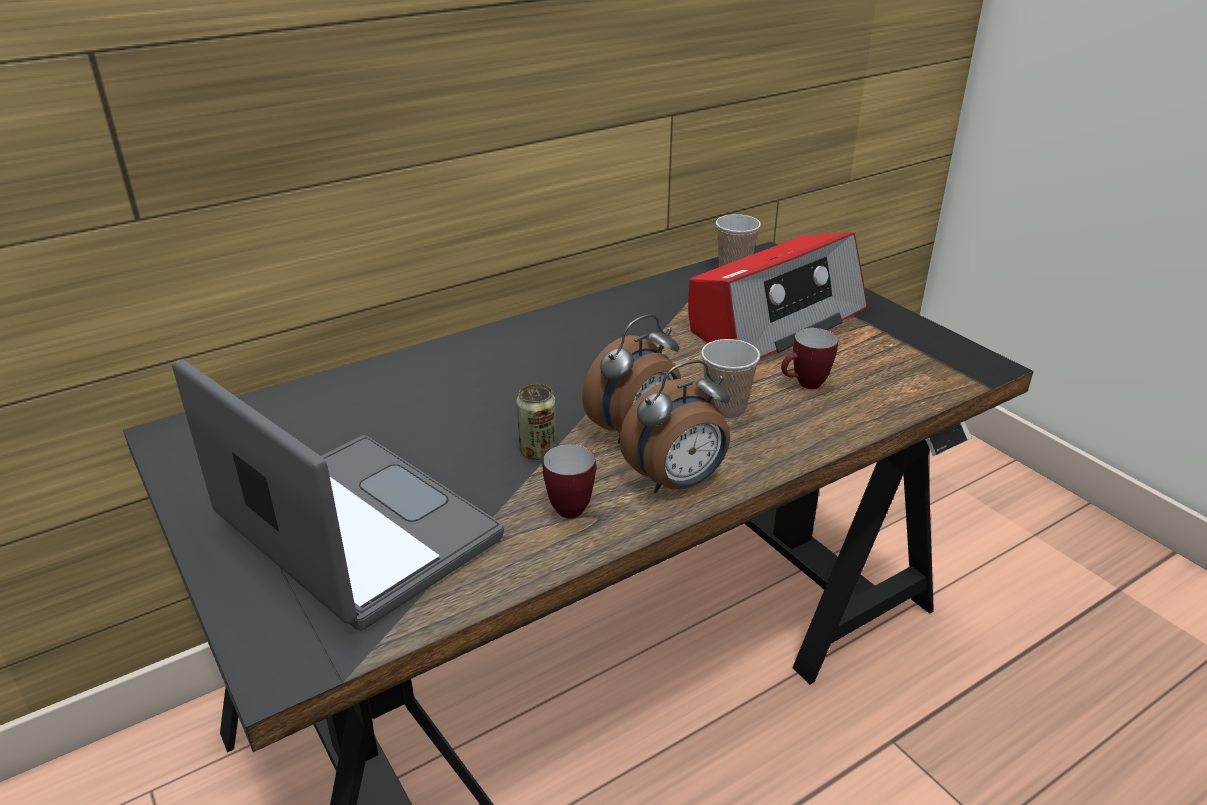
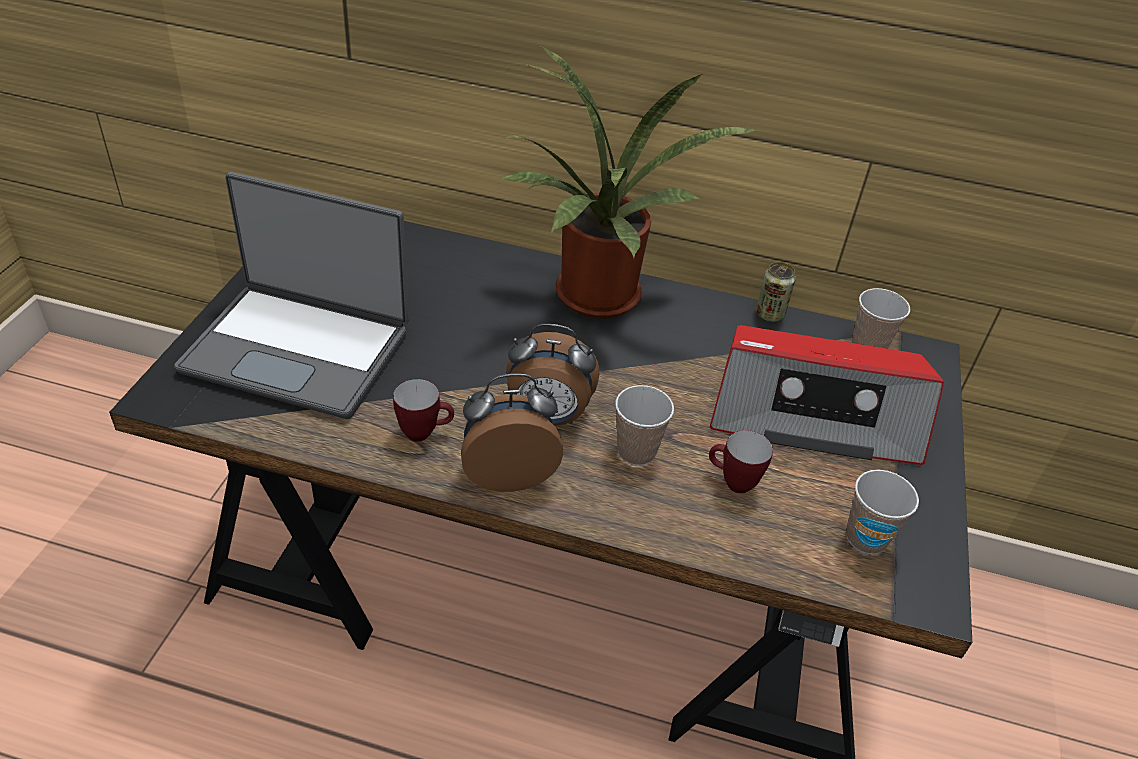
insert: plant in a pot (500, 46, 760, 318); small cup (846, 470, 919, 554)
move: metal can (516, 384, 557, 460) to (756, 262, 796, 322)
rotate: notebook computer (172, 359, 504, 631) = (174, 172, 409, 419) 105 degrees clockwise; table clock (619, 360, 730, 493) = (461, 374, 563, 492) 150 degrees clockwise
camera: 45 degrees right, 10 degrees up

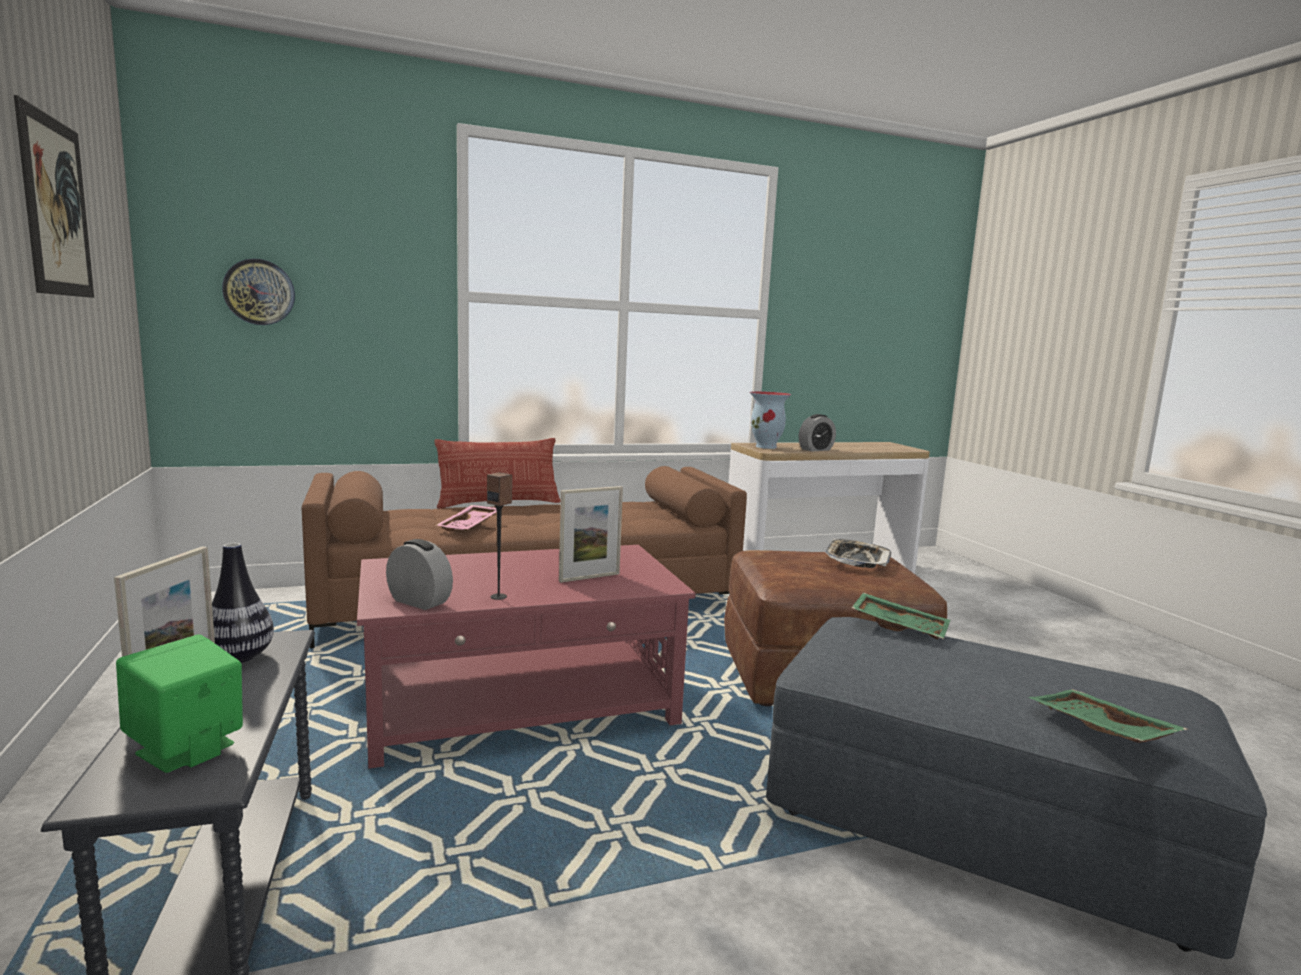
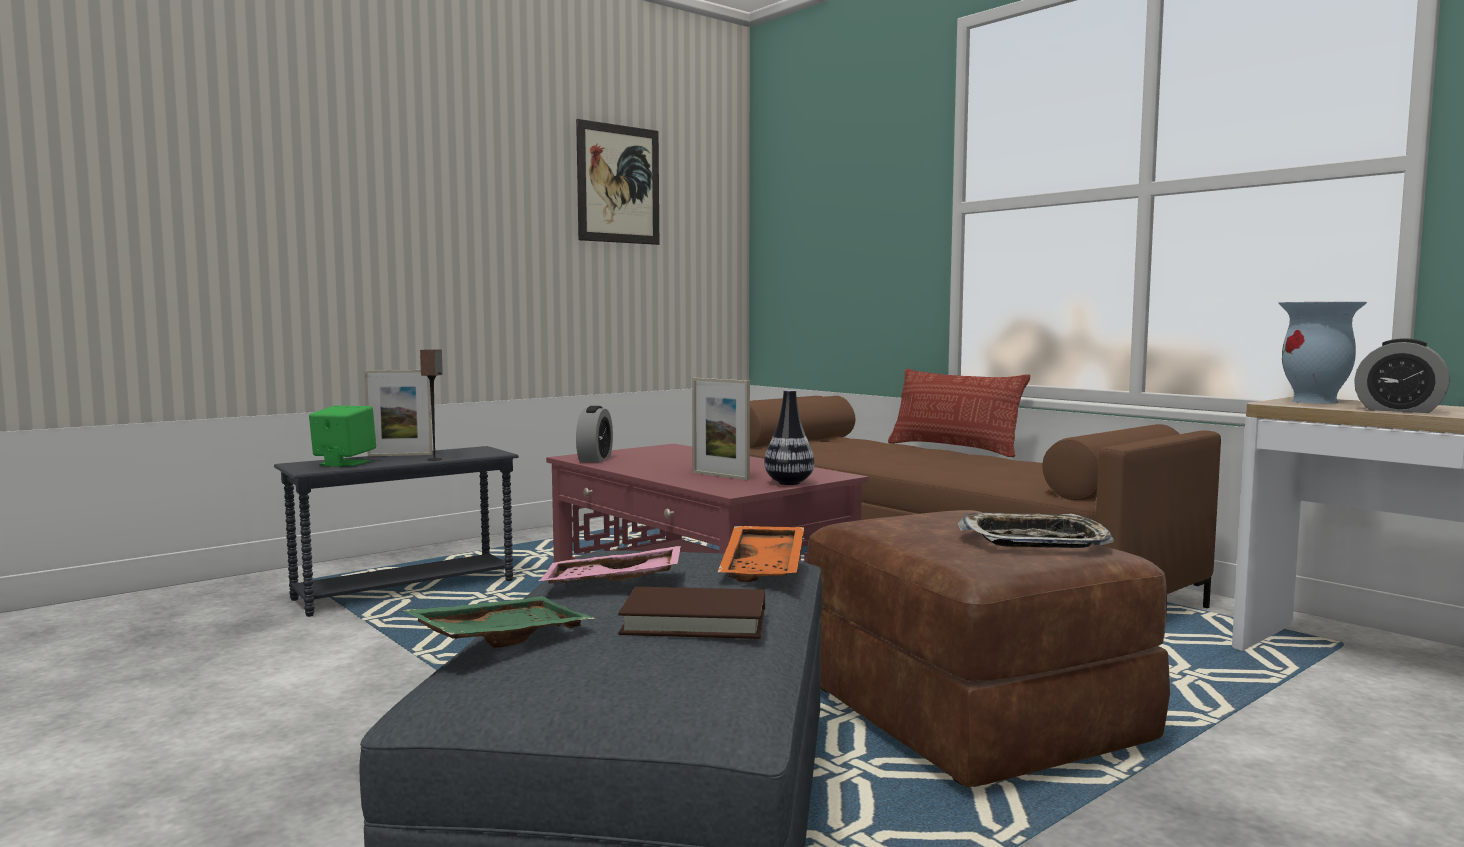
delete: hanging clock (222, 258, 295, 325)
insert: volume in brown (618, 587, 765, 639)
move: audio speaker (487, 472, 512, 600) to (420, 349, 443, 461); serving tray in pink (437, 505, 497, 532) to (539, 546, 681, 584); vase (212, 543, 274, 663) to (764, 390, 815, 485)
recolor: serving tray in greenish (852, 593, 950, 640) to serving tray in orange (718, 526, 804, 582)
camera: 70 degrees right, 5 degrees down

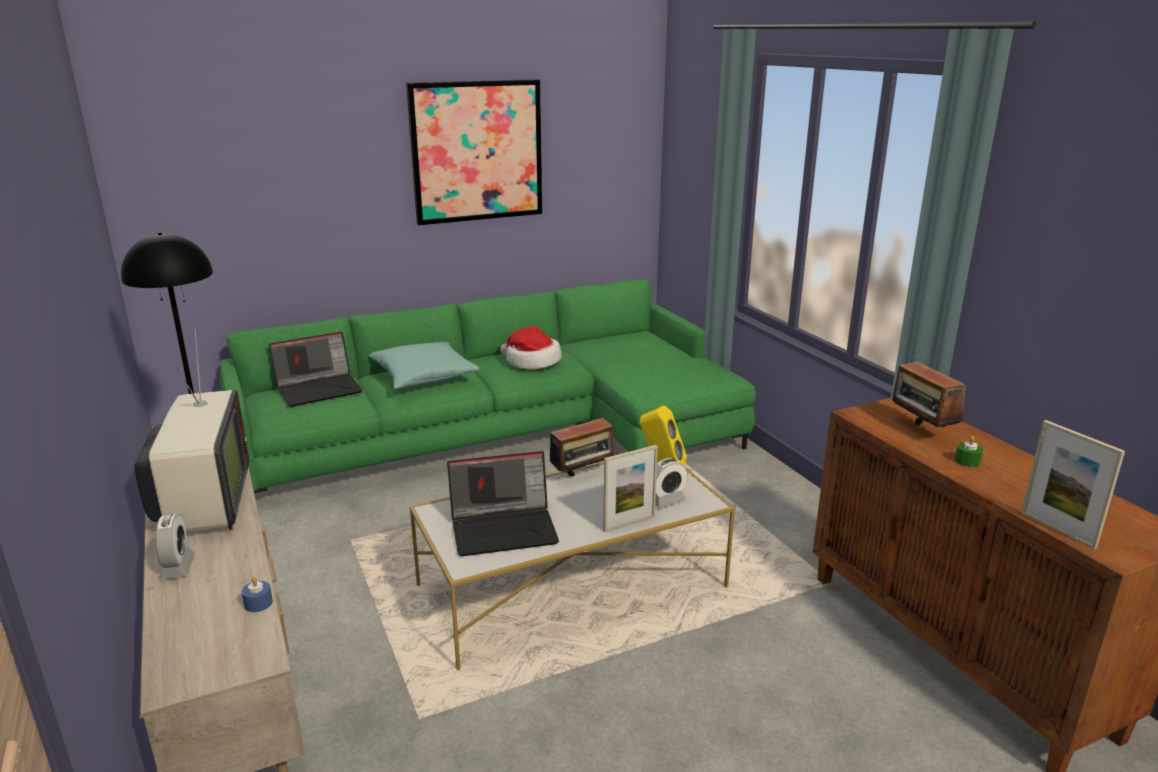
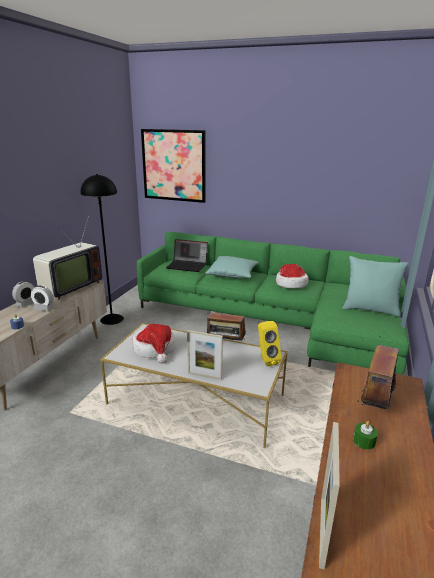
insert: throw pillow in blue-green (342, 256, 409, 317)
move: table clock (655, 458, 688, 508) to (31, 285, 54, 311); wall picture (406, 79, 542, 225) to (141, 129, 206, 203)
replace: notebook computer (447, 451, 559, 556) to clothing hat (132, 324, 176, 364)
camera: 45 degrees right, 0 degrees up

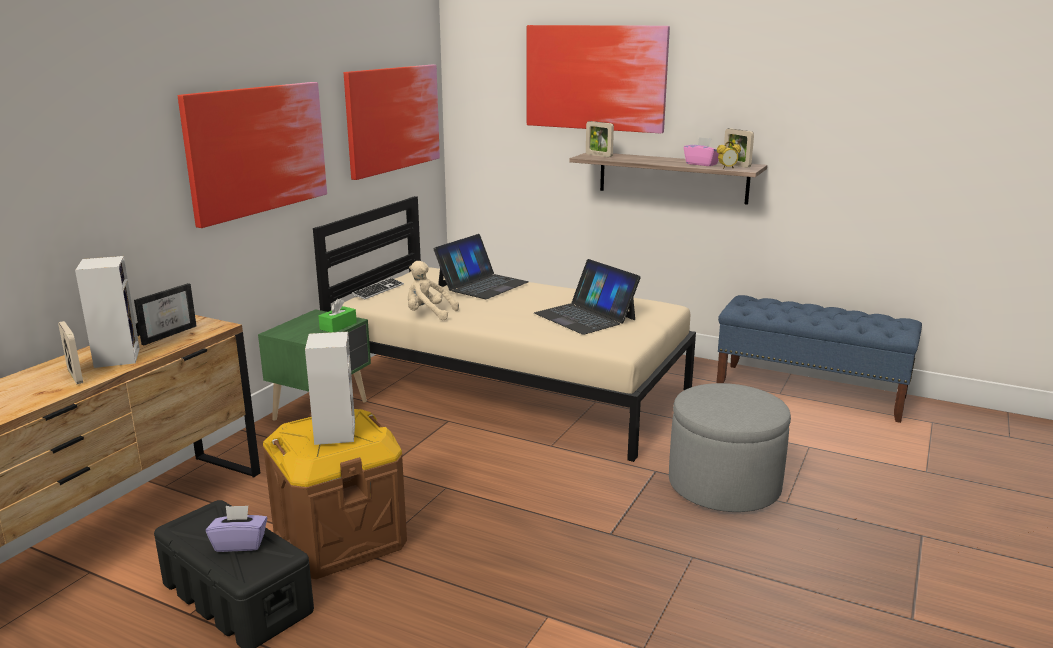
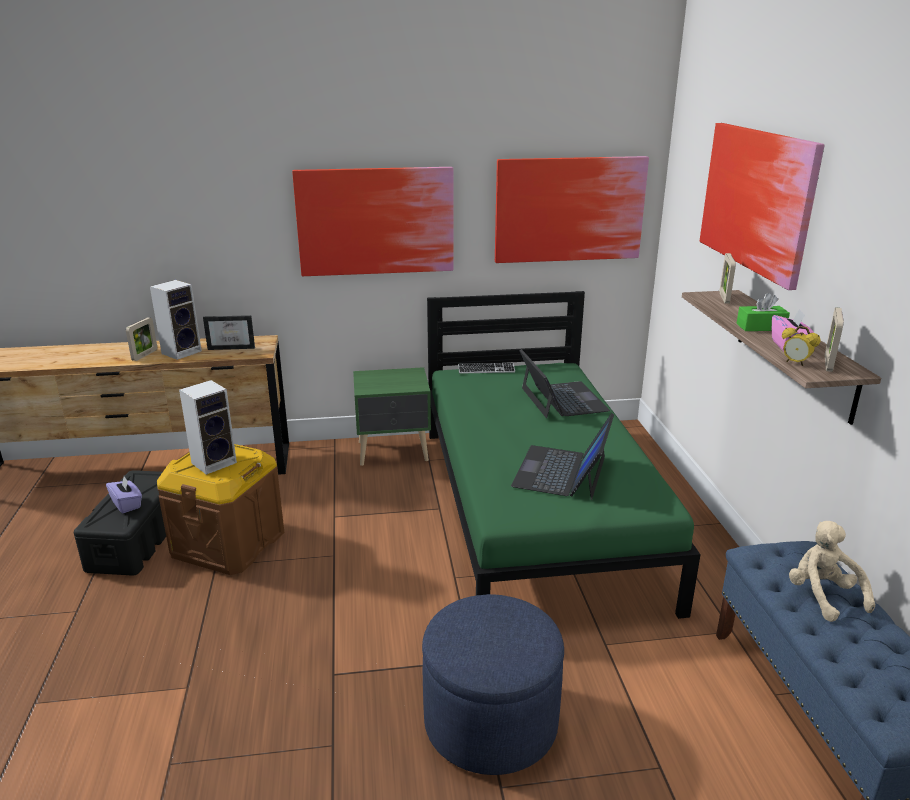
move: tissue box in greenish (319, 299, 357, 332) to (736, 293, 790, 331); plush toy in sand-coloured (408, 261, 459, 320) to (789, 521, 875, 622)
recolor: ottoman in greyish (669, 383, 791, 512) to ottoman in blue-coloured (422, 594, 564, 775); sleeping bed in sand-coloured (313, 196, 696, 462) to sleeping bed in greenish (427, 291, 701, 619)
rotate: notebook computer (434, 234, 529, 299) = (519, 349, 610, 418) 105 degrees counterclockwise
camera: 55 degrees right, 5 degrees up

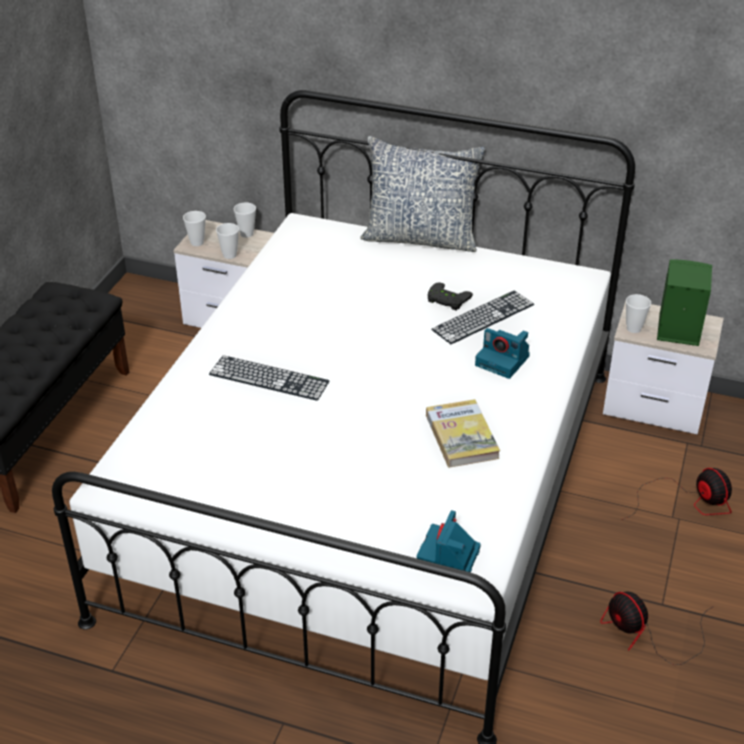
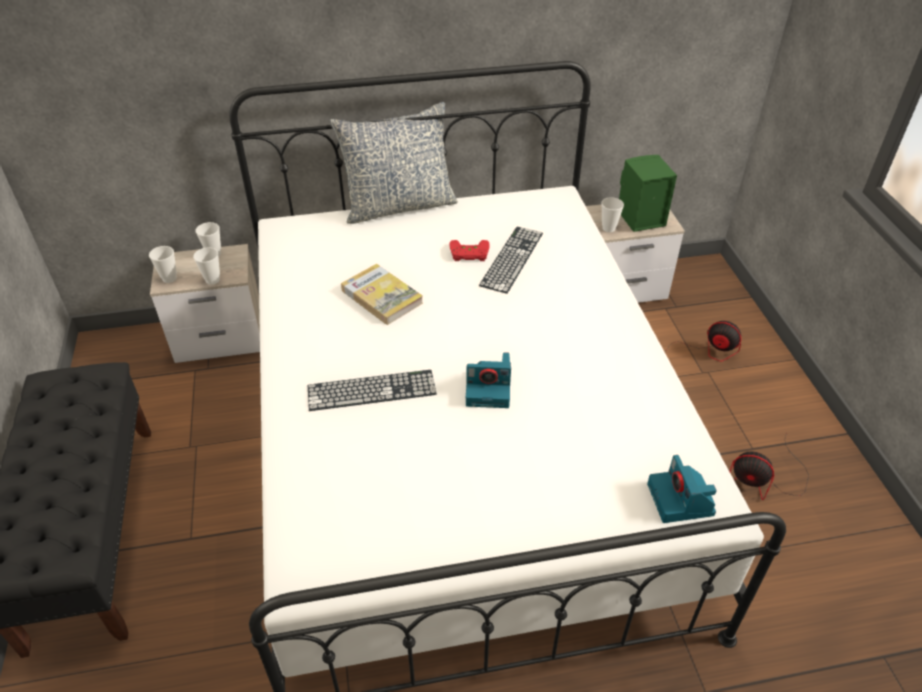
move: volume (426, 399, 500, 468) to (341, 264, 423, 325); still camera (475, 328, 530, 379) to (466, 352, 511, 408)
recolor: joypad in black-coloured (428, 282, 473, 310) to joypad in red-coloured (450, 240, 490, 261)
camera: 30 degrees left, 5 degrees up

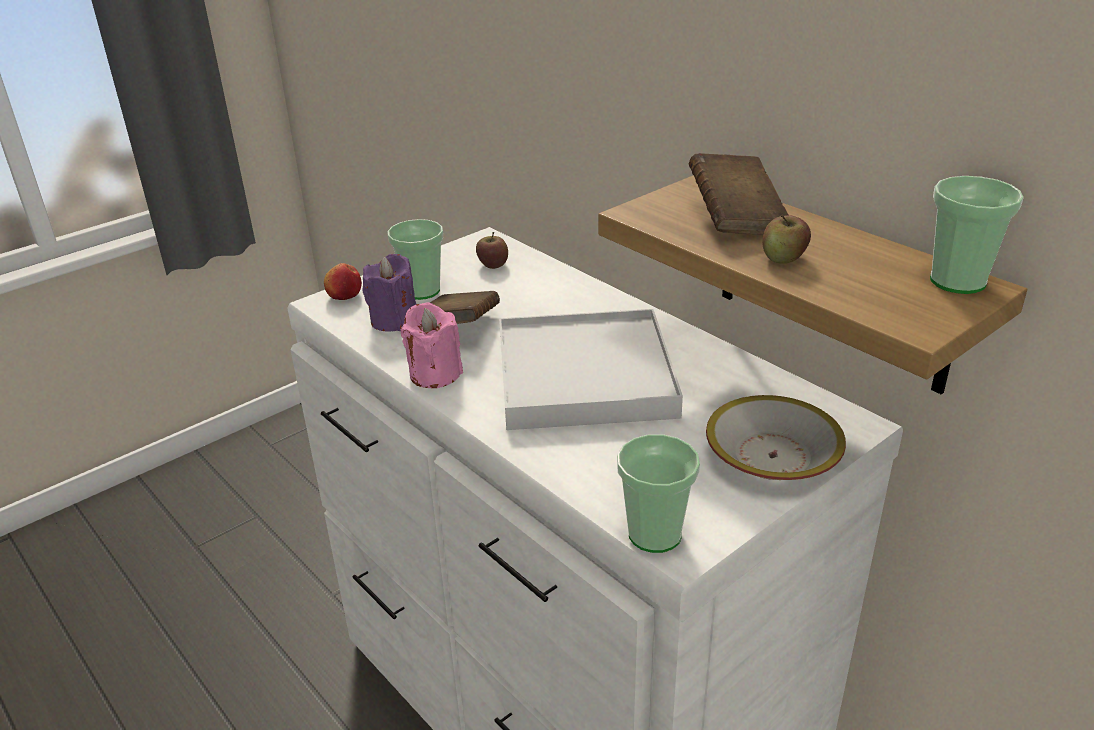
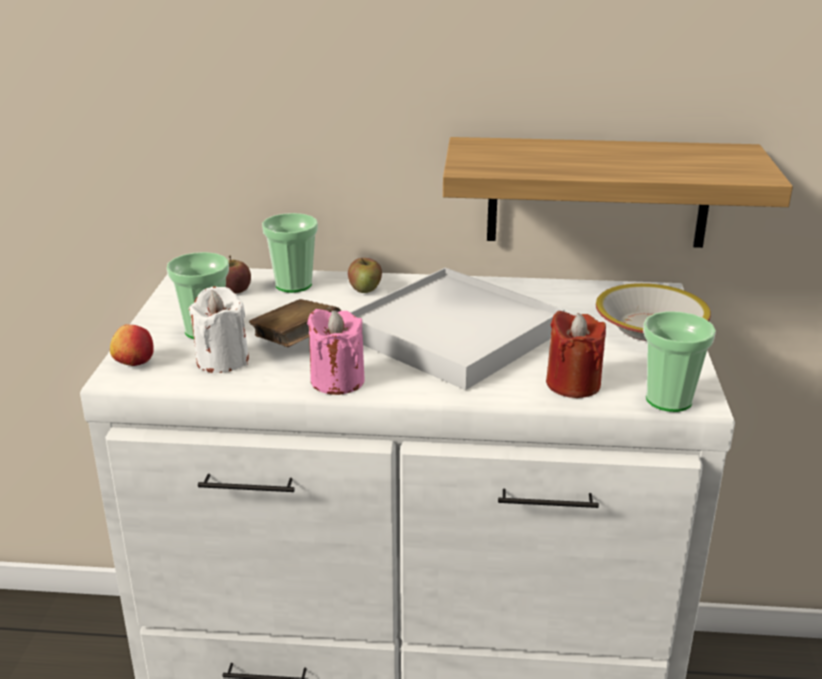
delete: volume in brown (689, 153, 788, 235)
insert: candle in red-coloured (546, 311, 606, 398)
move: small cup (930, 176, 1024, 294) to (262, 213, 318, 293); apple fruit (762, 215, 811, 264) to (348, 258, 382, 293)
recolor: candle in purple-coloured (363, 254, 416, 332) to candle in white-coloured (188, 286, 249, 373)
camera: 45 degrees left, 5 degrees down

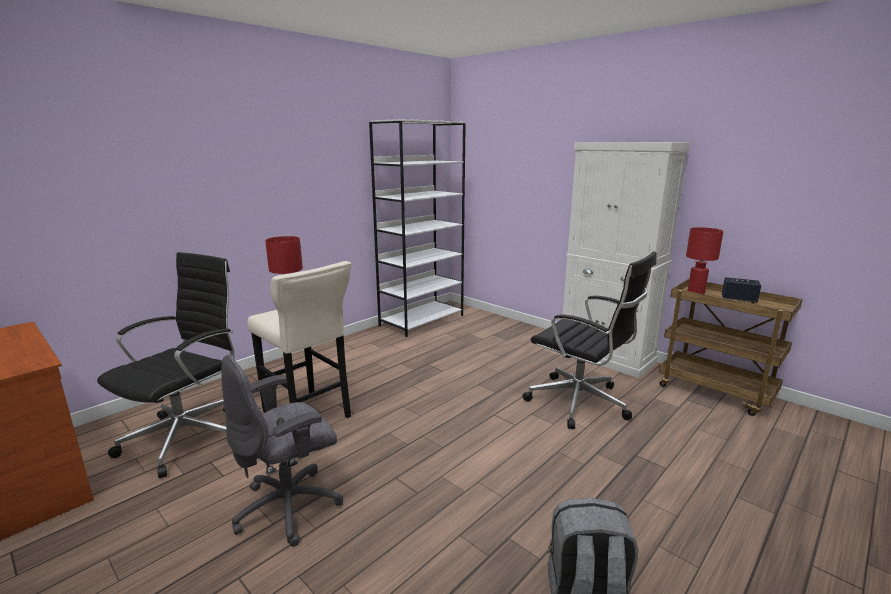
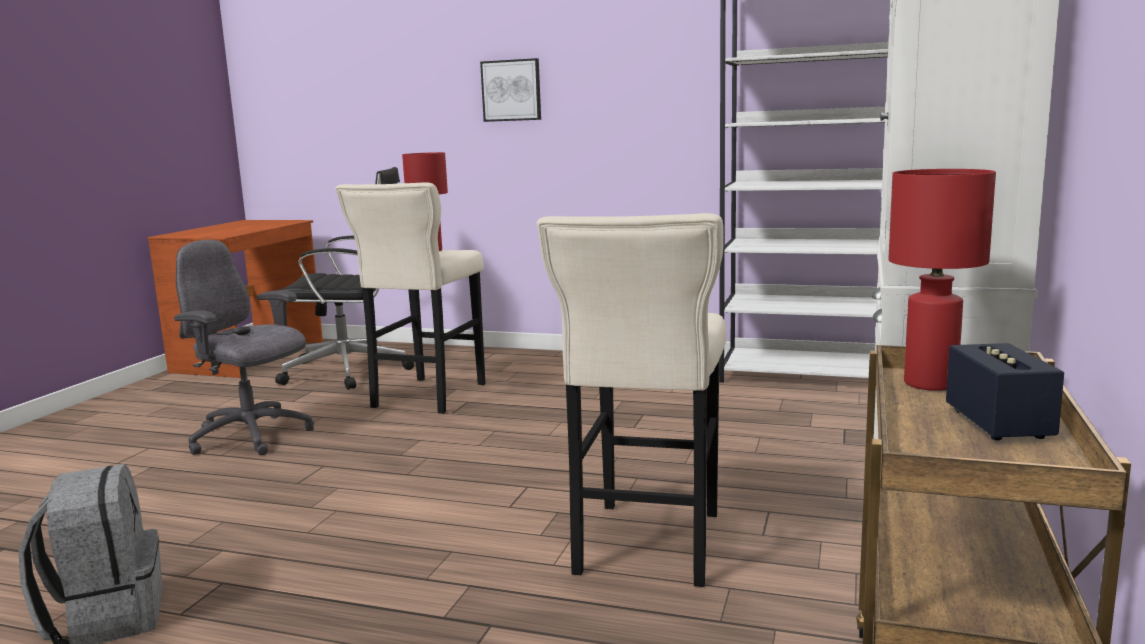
insert: wall picture (480, 58, 541, 122)
replace: office chair in black-coloured (522, 251, 656, 429) to stool in sand-coloured (536, 213, 726, 587)
camera: 65 degrees right, 5 degrees down

